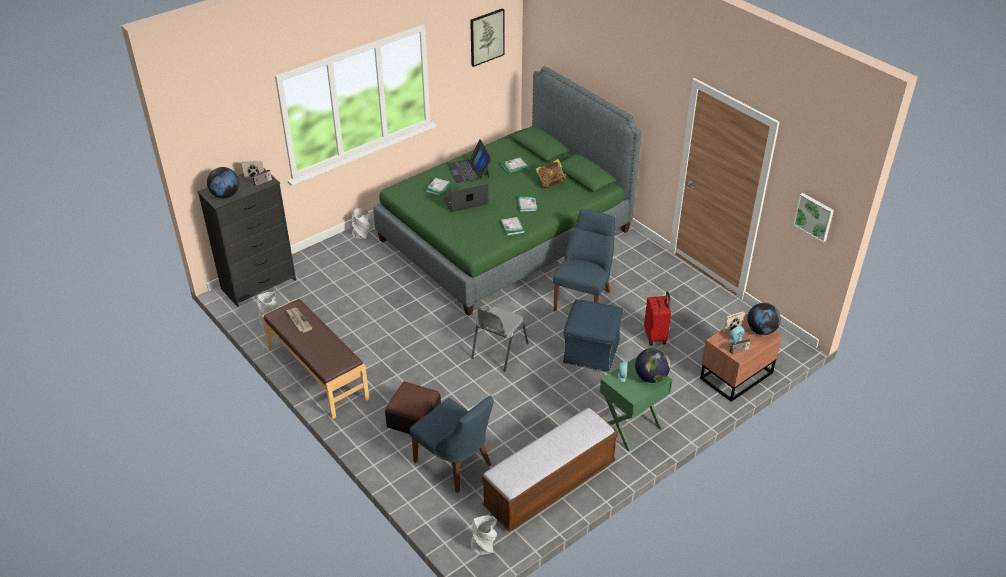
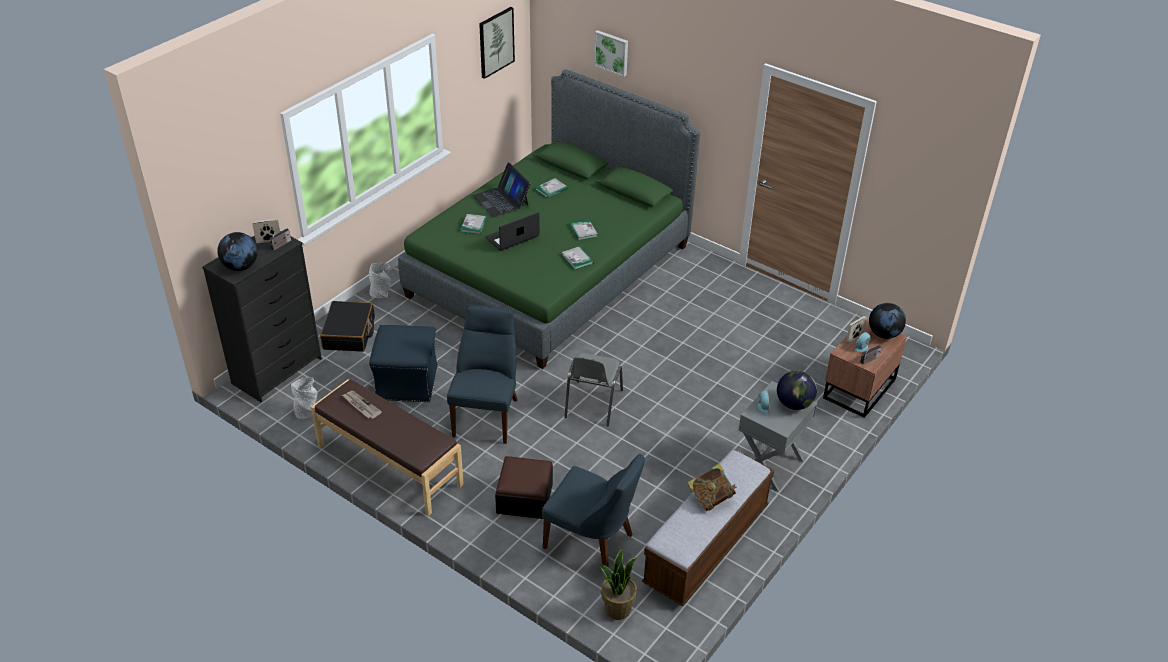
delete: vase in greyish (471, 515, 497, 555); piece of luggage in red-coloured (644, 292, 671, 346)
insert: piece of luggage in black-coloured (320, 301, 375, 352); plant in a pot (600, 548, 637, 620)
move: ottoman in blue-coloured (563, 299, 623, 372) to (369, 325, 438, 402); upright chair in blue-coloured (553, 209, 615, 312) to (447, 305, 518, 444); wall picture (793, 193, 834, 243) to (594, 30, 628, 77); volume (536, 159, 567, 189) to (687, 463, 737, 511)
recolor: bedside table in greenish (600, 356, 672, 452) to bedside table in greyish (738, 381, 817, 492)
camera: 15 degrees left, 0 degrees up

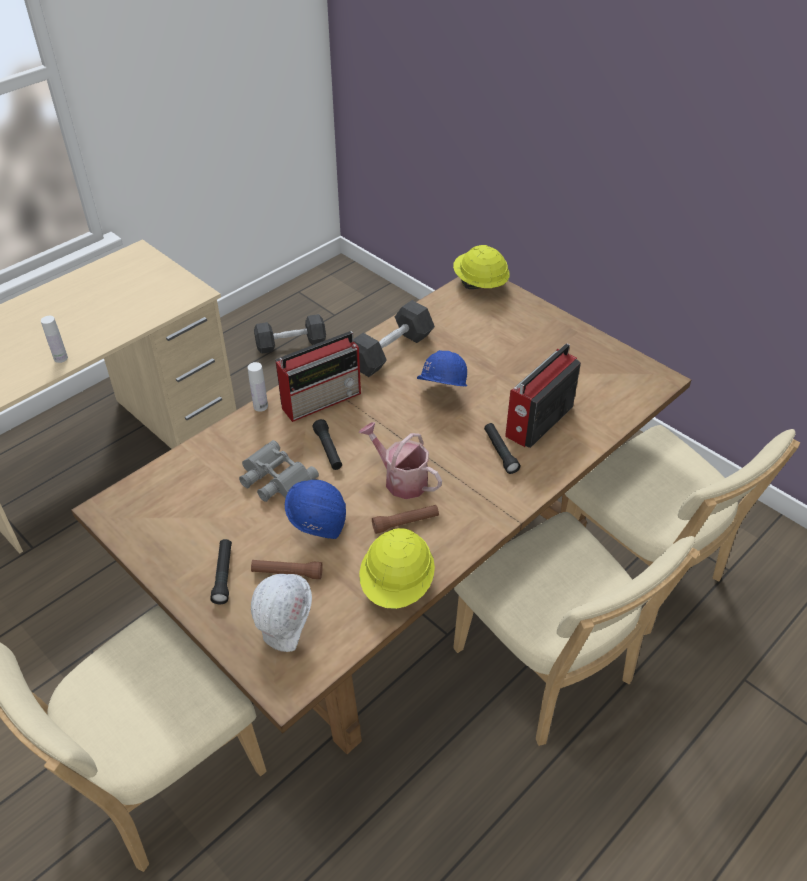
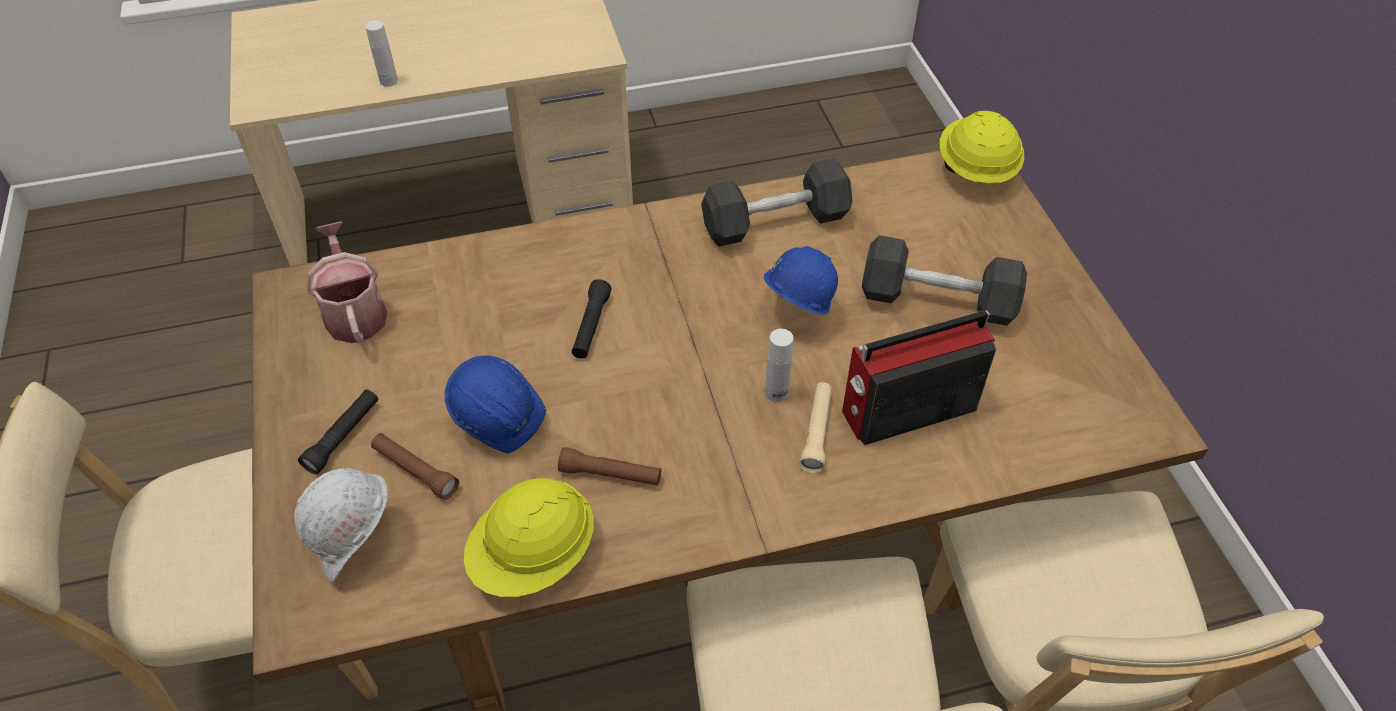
delete: pair of binoculars in greyish (239, 440, 319, 502); radio (275, 331, 361, 422)
move: sprinkling can (358, 422, 442, 499) to (307, 222, 387, 344); beverage bottle in white-coloured (248, 362, 268, 412) to (765, 328, 793, 402); dumbbell in black-coloured (254, 314, 326, 354) to (862, 235, 1027, 326)
recolor: torch in black-coloured (484, 423, 520, 474) to torch in sand-coloured (800, 382, 832, 473)
camera: 30 degrees right, 5 degrees up

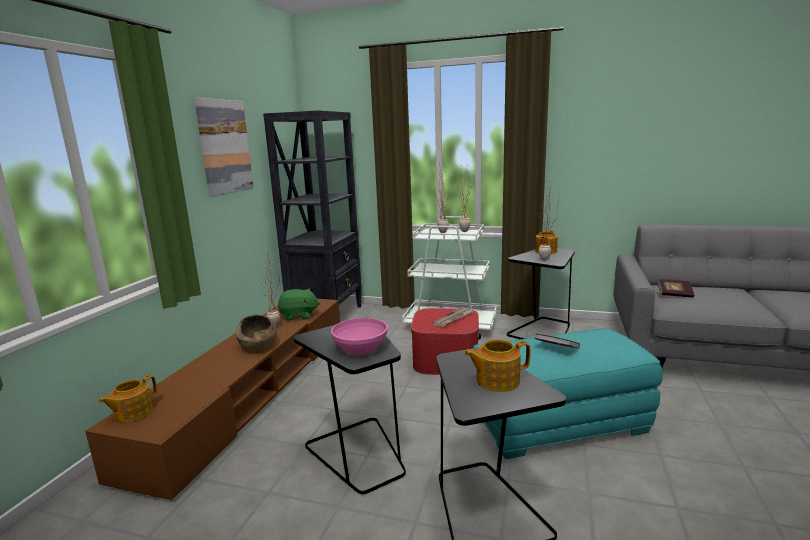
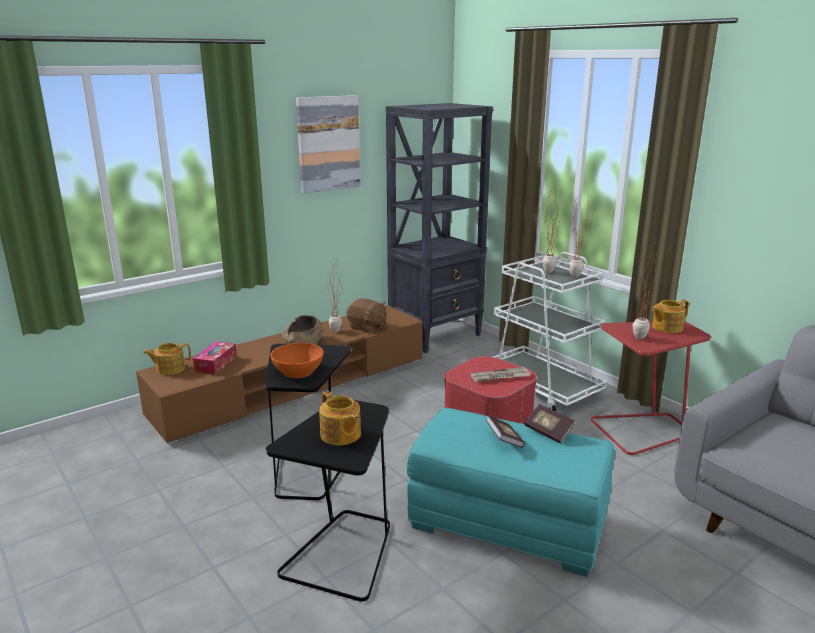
insert: tissue box (193, 341, 237, 375)
move: volume (657, 279, 694, 297) to (524, 404, 575, 443)
recolor: deep dish in pink (331, 318, 388, 356) to deep dish in orange (270, 343, 324, 378); plush toy in greenish (278, 289, 320, 321) to plush toy in brown (347, 298, 387, 333); accent table in black-coloured (507, 248, 575, 339) to accent table in red-coloured (591, 321, 711, 455)
rotate: pot for tea (464, 339, 530, 392) = (319, 391, 361, 445) 150 degrees counterclockwise
camera: 35 degrees right, 5 degrees up

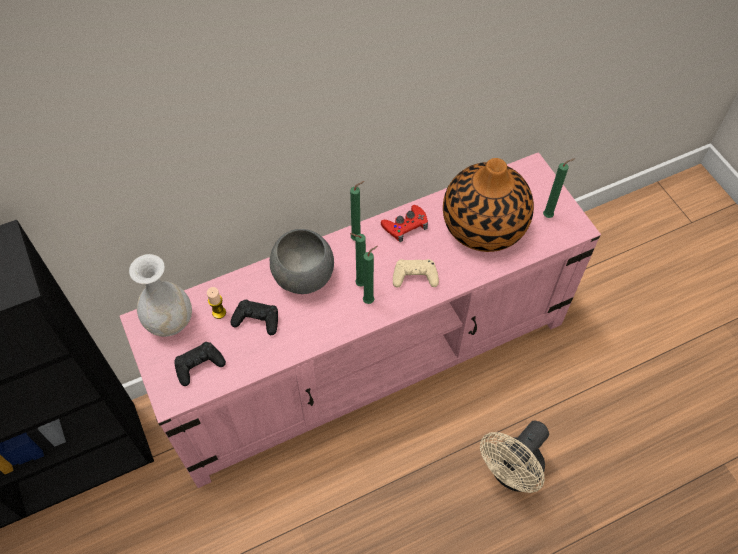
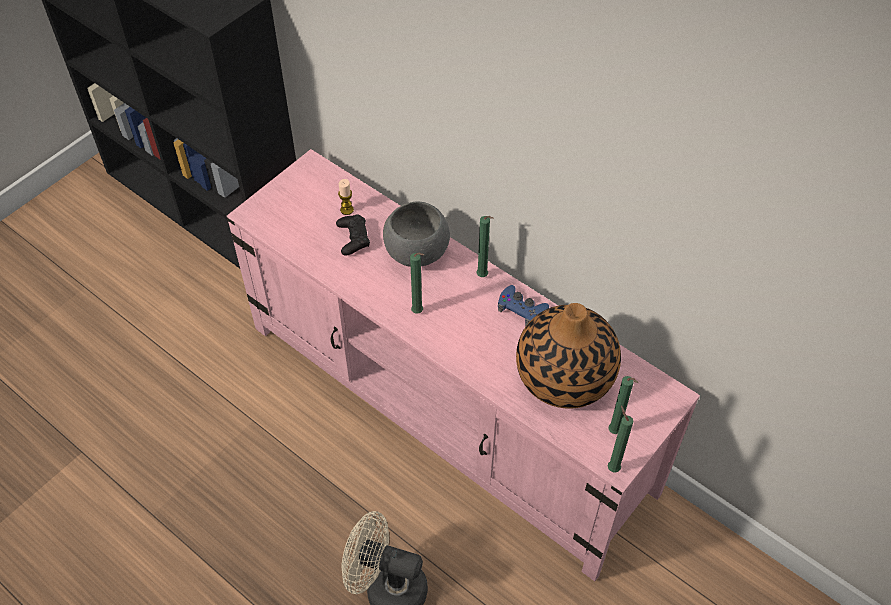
delete: vase in white-coloured (129, 254, 192, 337); joypad in black-coloured (174, 342, 226, 386); joypad in sand-coloured (393, 259, 439, 288)
move: candle in greenish (350, 233, 366, 286) to (608, 406, 633, 473)
recolor: joypad in red-coloured (381, 205, 428, 242) to joypad in blue-coloured (498, 285, 549, 326)
camera: 65 degrees right, 5 degrees down

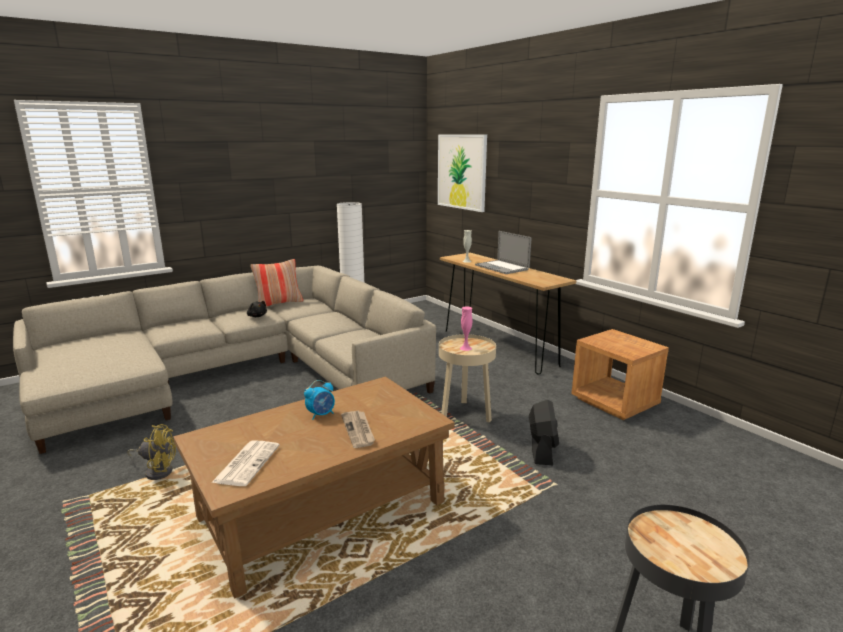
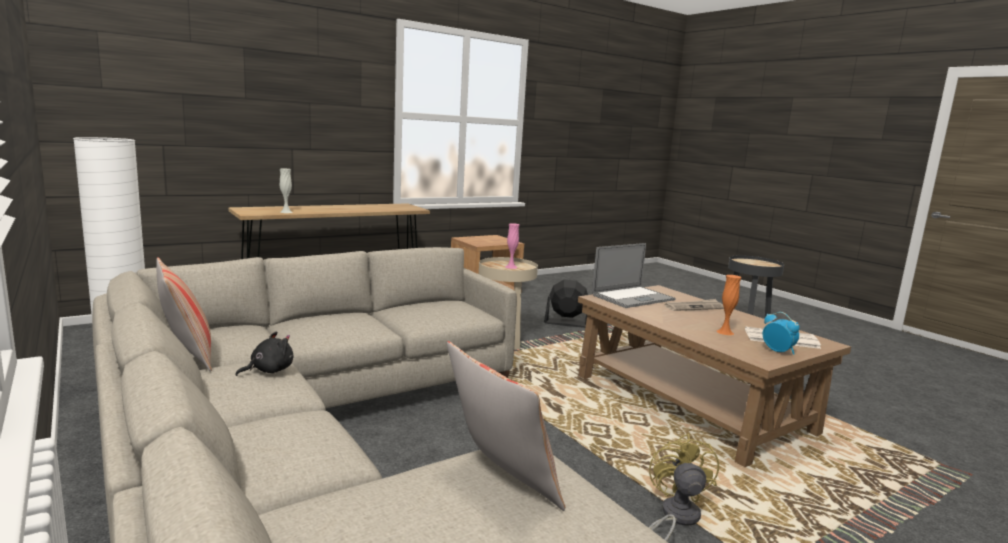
delete: wall picture (438, 134, 487, 212)
insert: throw pillow (447, 341, 565, 511); vase in orange (717, 275, 742, 335)
move: notebook computer (475, 231, 531, 274) to (592, 243, 675, 308); table clock (304, 380, 335, 420) to (763, 312, 800, 355)
camera: 90 degrees left, 5 degrees down

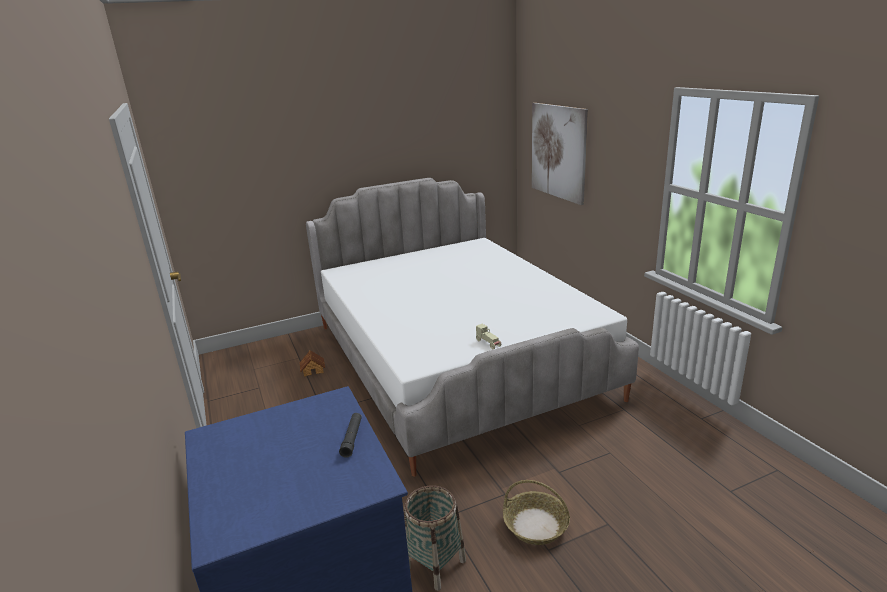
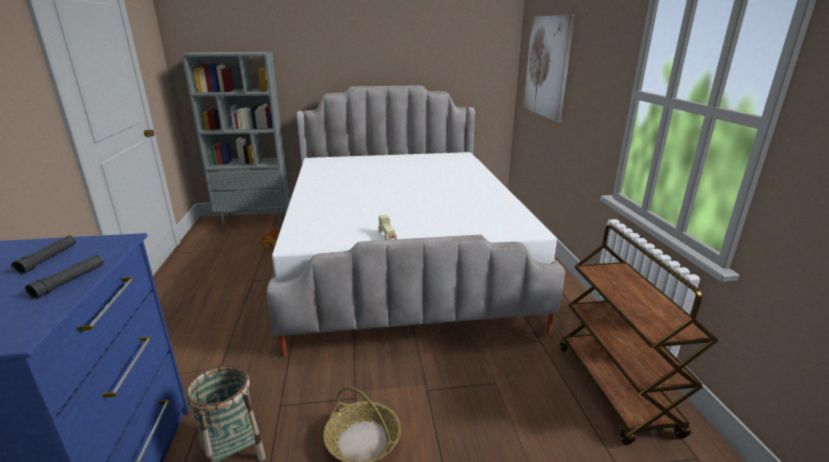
insert: torch in black-coloured (11, 235, 76, 274); shelving unit in greyish (181, 52, 290, 227); wheeled cart in brown (560, 225, 719, 445)
camera: 15 degrees right, 0 degrees up

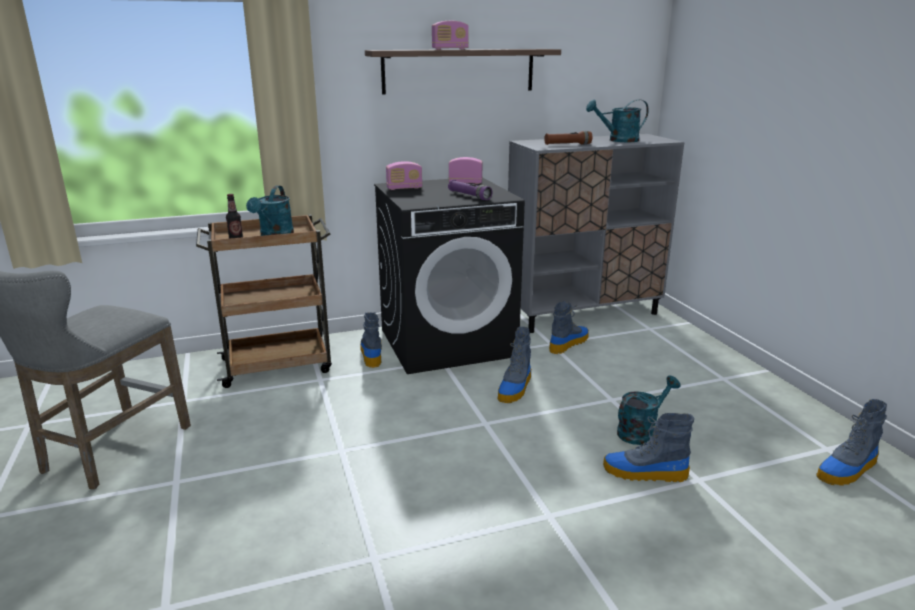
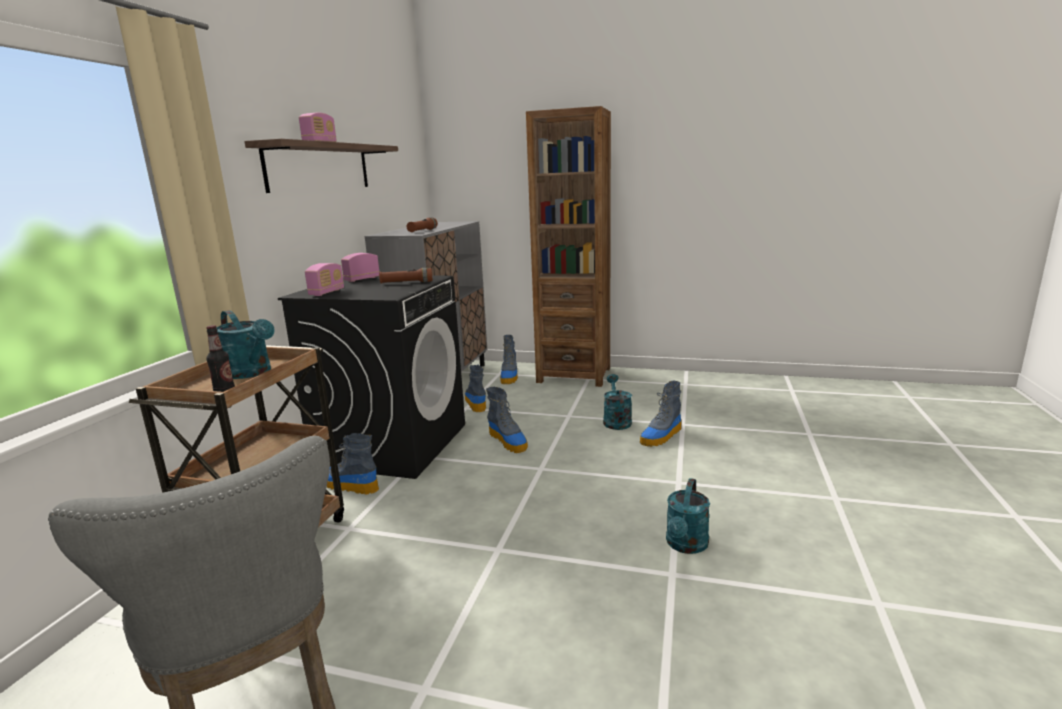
insert: shelving unit in brown (526, 106, 611, 387)
move: tall boot (816, 399, 887, 486) to (500, 335, 518, 384); sprinkling can in blue-green (586, 99, 649, 142) to (666, 478, 710, 554)
recolor: torch in purple-coloured (448, 180, 492, 200) to torch in brown (379, 268, 433, 284)
camera: 55 degrees left, 5 degrees down

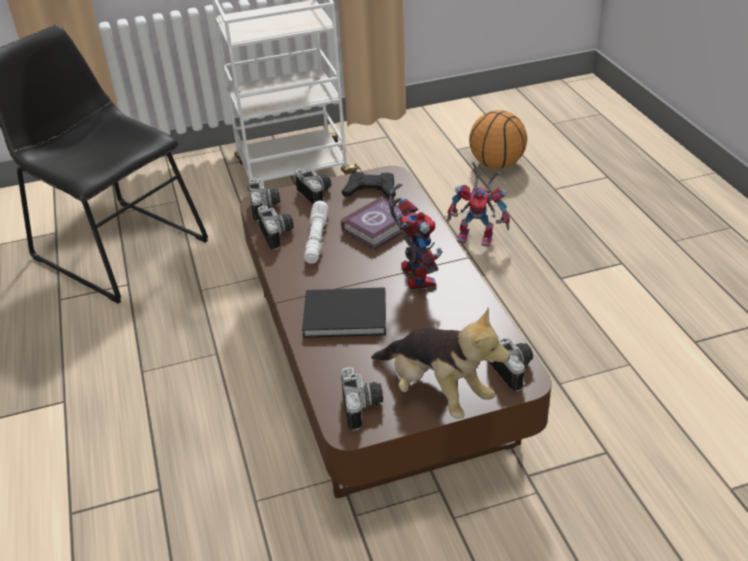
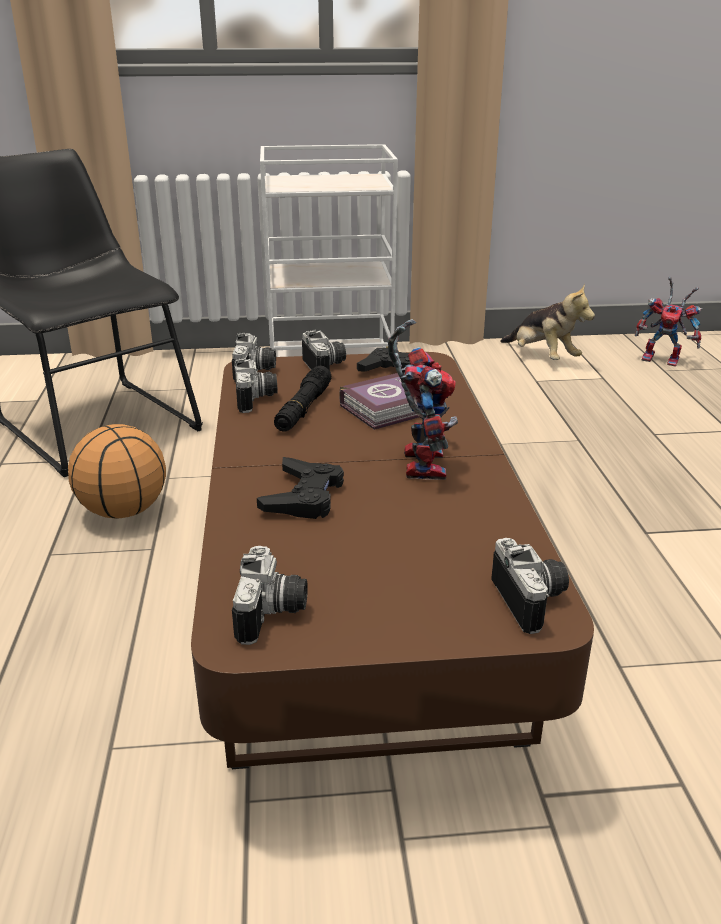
move: ball for basketball (469, 110, 527, 169) to (68, 424, 166, 519); plush toy (371, 308, 510, 419) to (500, 283, 595, 360); toy robot (447, 162, 510, 246) to (634, 277, 702, 366)
replace: volume in black-coloured (302, 287, 386, 338) to joypad in black-coloured (257, 457, 344, 519)
recolor: torch in white-coloured (304, 201, 328, 264) to torch in black-coloured (274, 366, 331, 432)
camera: 10 degrees right, 10 degrees down

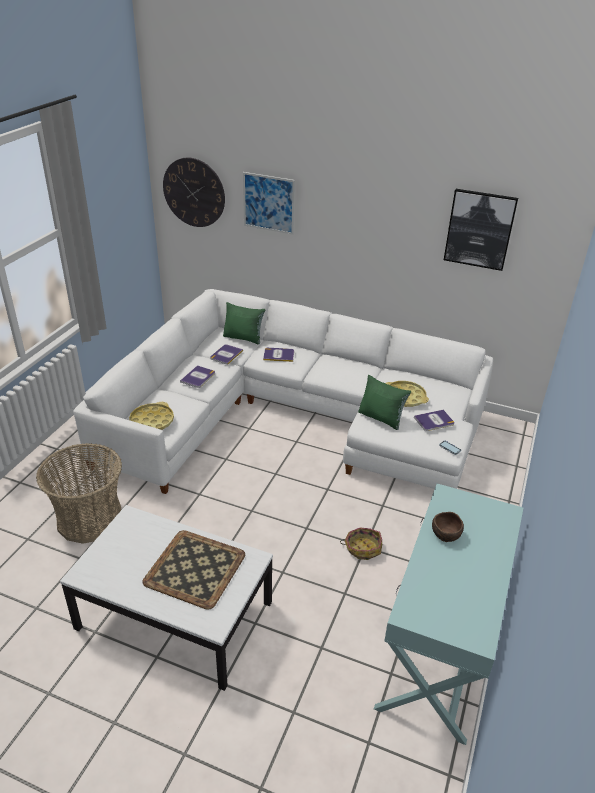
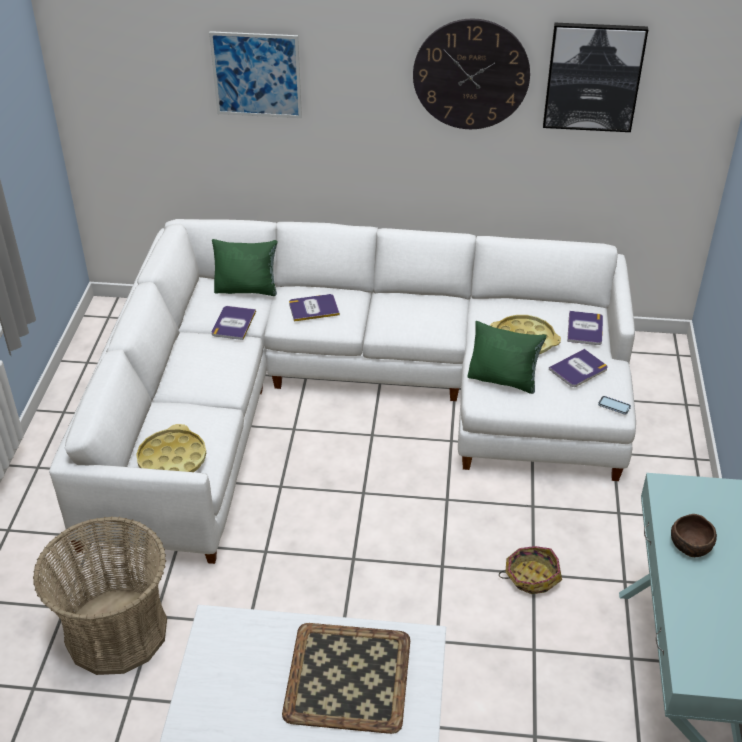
move: hanging clock (163, 157, 225, 227) to (413, 19, 530, 129); volume (180, 365, 215, 388) to (567, 311, 603, 345)
camera: 15 degrees left, 5 degrees up

